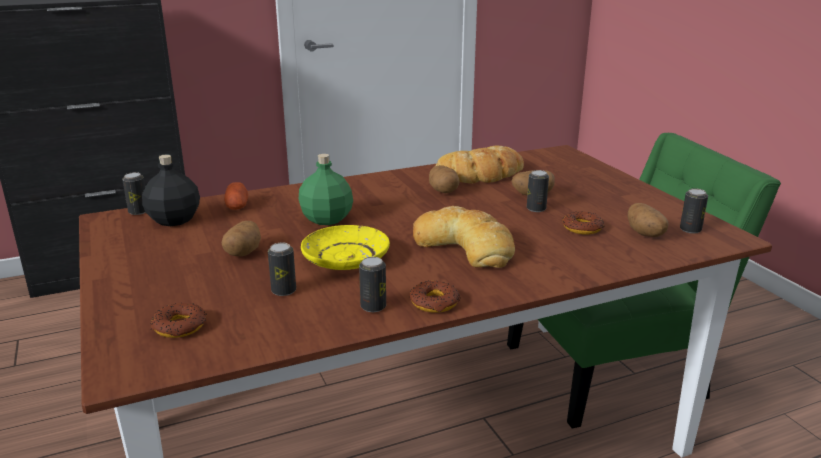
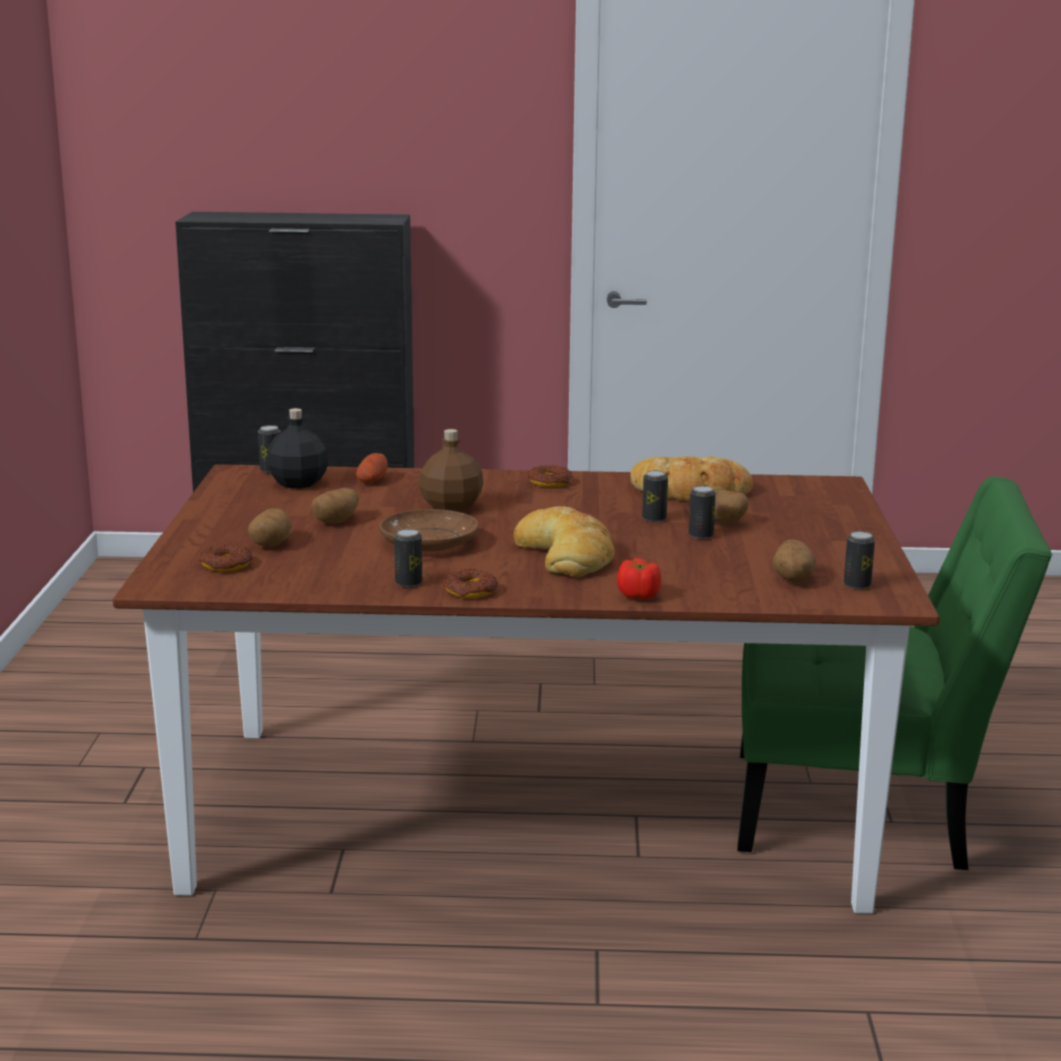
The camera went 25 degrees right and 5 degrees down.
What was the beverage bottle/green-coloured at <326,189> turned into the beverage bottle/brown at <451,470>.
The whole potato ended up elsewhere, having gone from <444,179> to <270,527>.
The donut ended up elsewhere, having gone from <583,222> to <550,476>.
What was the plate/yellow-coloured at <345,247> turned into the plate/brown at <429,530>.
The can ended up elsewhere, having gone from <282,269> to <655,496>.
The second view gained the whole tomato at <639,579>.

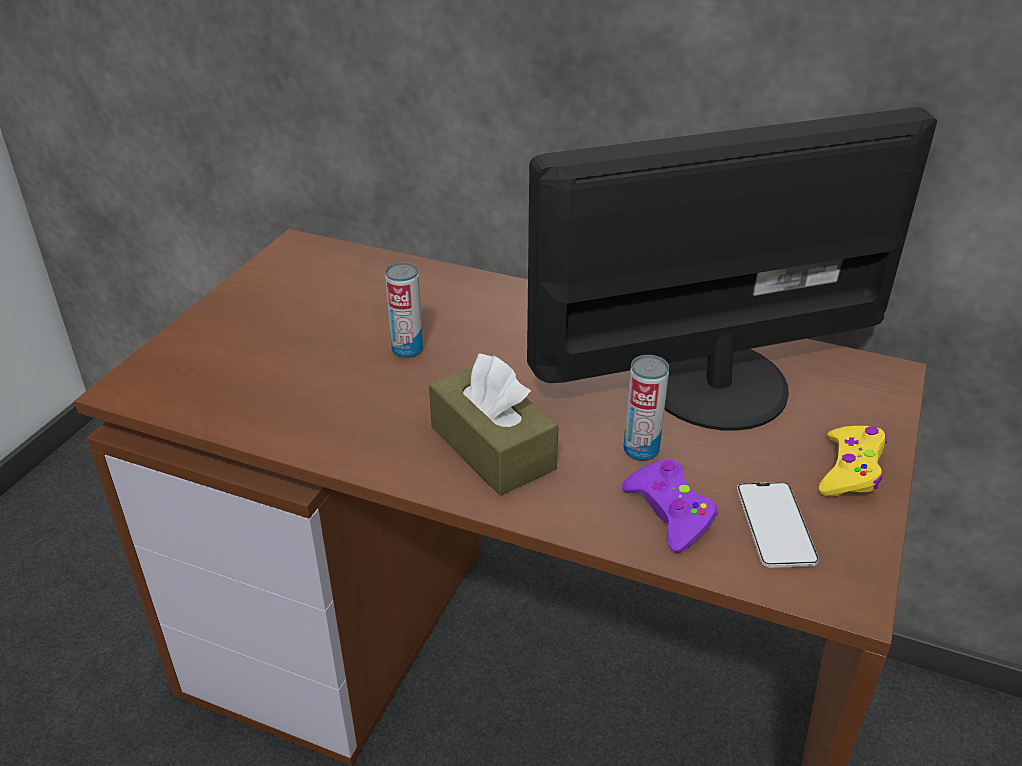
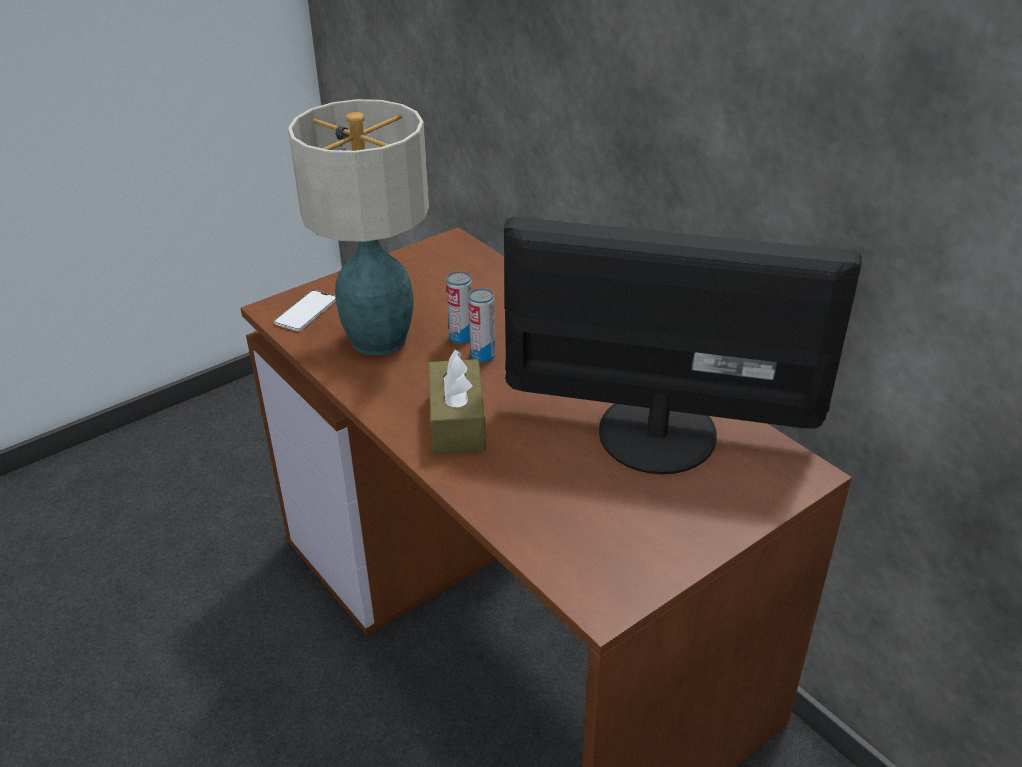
The camera went 30 degrees right and 0 degrees up.
The can ended up elsewhere, having gone from <646,408> to <482,325>.
The second view lost the joypad/yellow-coloured at <853,461>.
The second view lost the joypad/purple at <670,506>.
The phone ended up elsewhere, having gone from <778,525> to <305,310>.
The second view gained the lamp for a table at <358,227>.

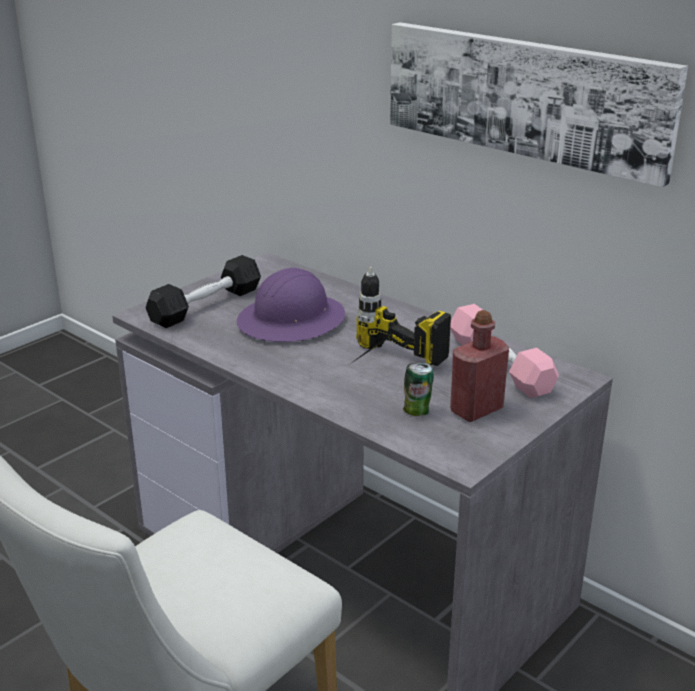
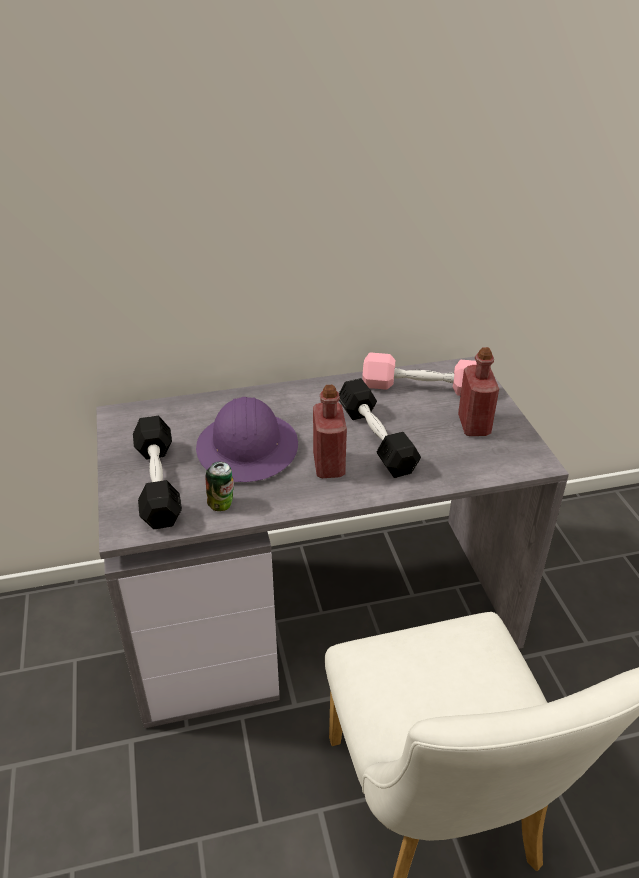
The camera went 55 degrees left and 10 degrees up.
The second view lost the wall art at <539,104>.
Where the electric drill stood at <400,316>, the dumbbell/blackish came to stand at <380,428>.
The can ended up elsewhere, having gone from <418,389> to <220,486>.
The second view gained the beverage bottle/red at <330,431>.

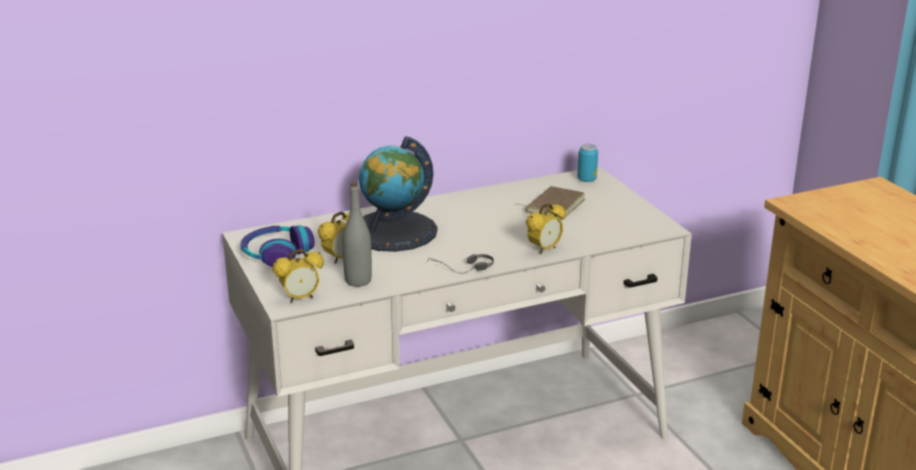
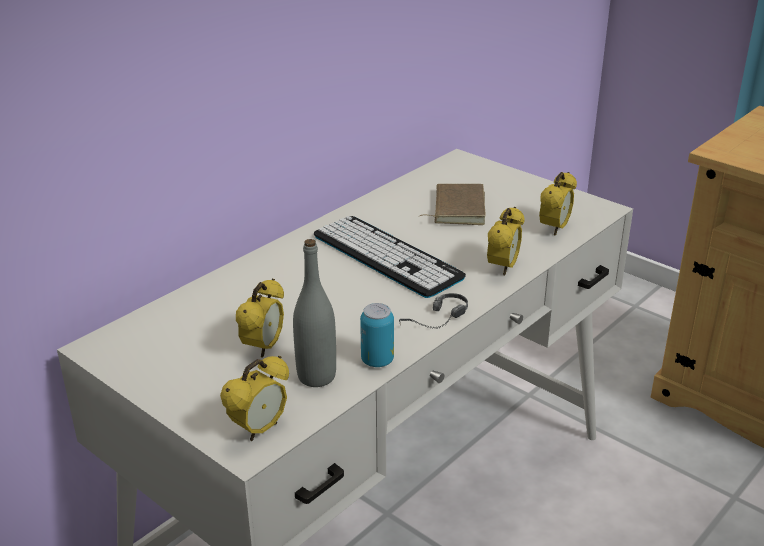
The camera went 25 degrees left and 5 degrees up.
The second view lost the desk globe at <398,194>.
The can ended up elsewhere, having gone from <587,163> to <377,335>.
The second view lost the headset at <278,246>.
The second view gained the table clock at <558,204>.
The second view gained the computer keyboard at <390,257>.

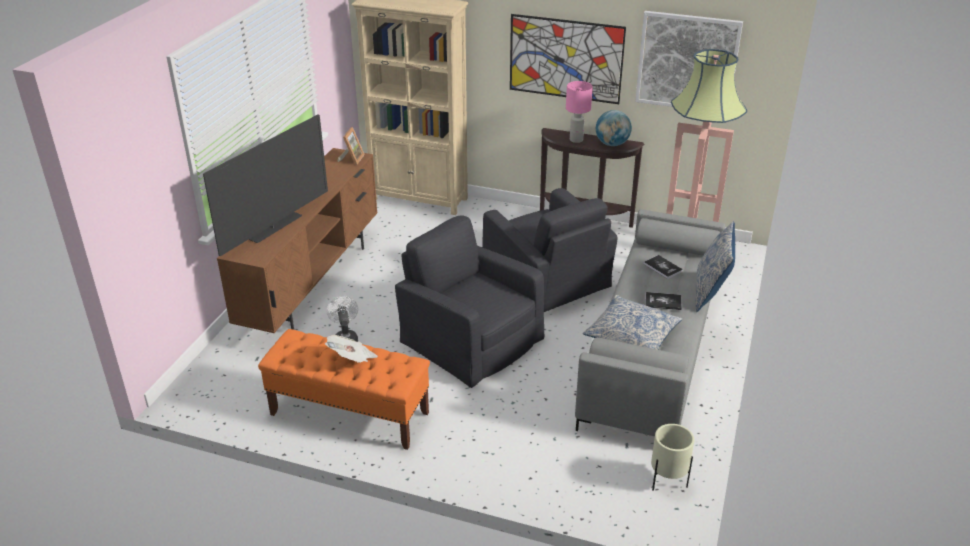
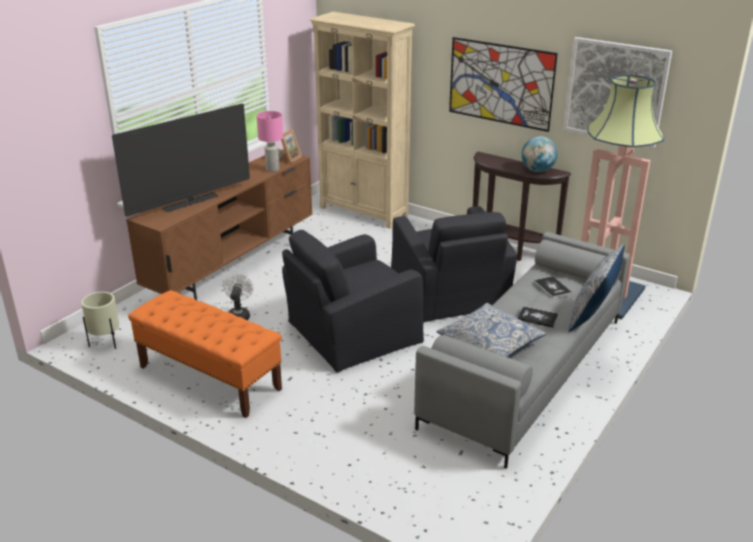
The camera went 15 degrees right and 5 degrees down.
The lamp for a table/pink ended up elsewhere, having gone from <579,112> to <270,141>.
The lounge chair/blackish at <470,302> ended up facing another way, 90 degrees counterclockwise from before.
The second view lost the printed paper at <351,349>.
The planter/beige-coloured ended up elsewhere, having gone from <672,457> to <100,320>.

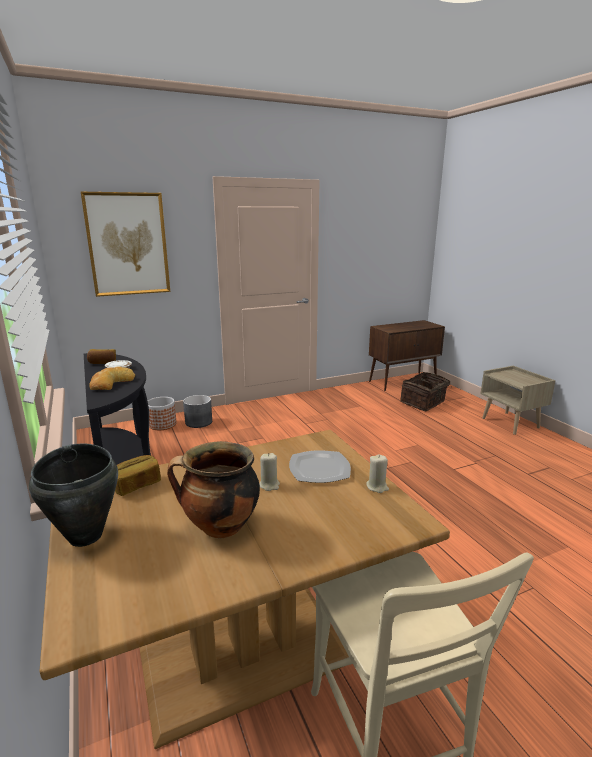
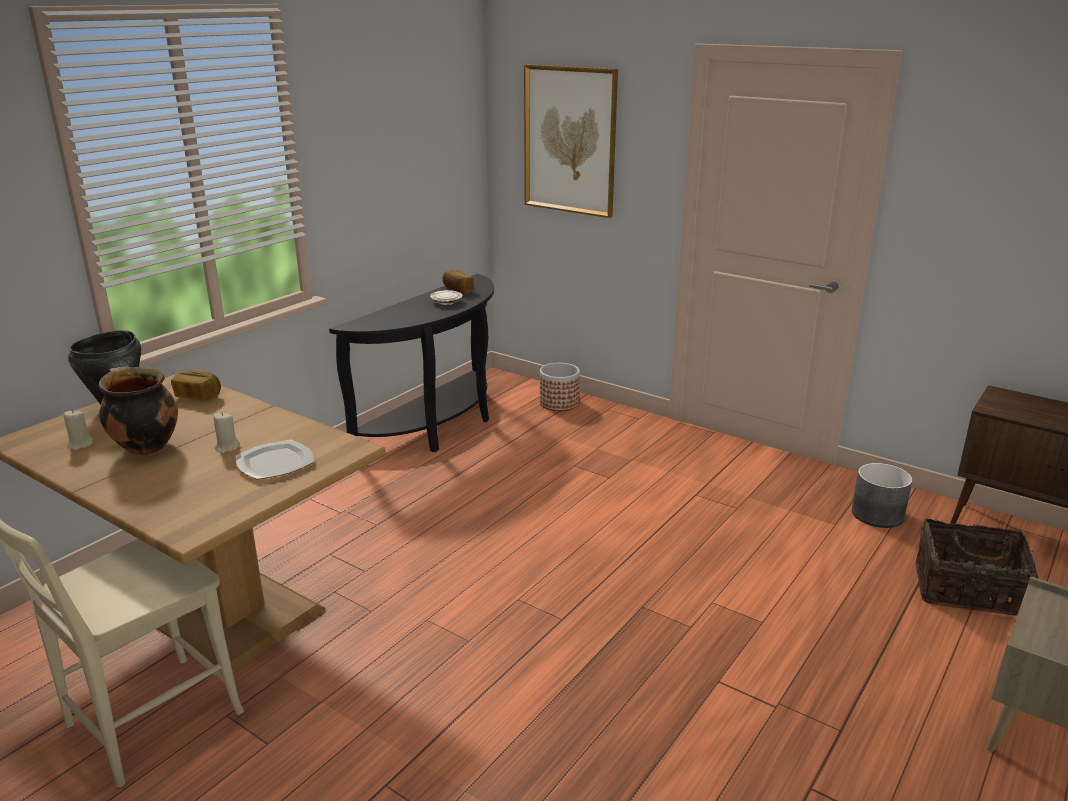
The camera went 60 degrees right and 5 degrees up.
The second view lost the bread at <112,378>.
The planter/gray ended up elsewhere, having gone from <197,411> to <882,495>.
The wax light/beige-coloured ended up elsewhere, having gone from <377,473> to <78,430>.

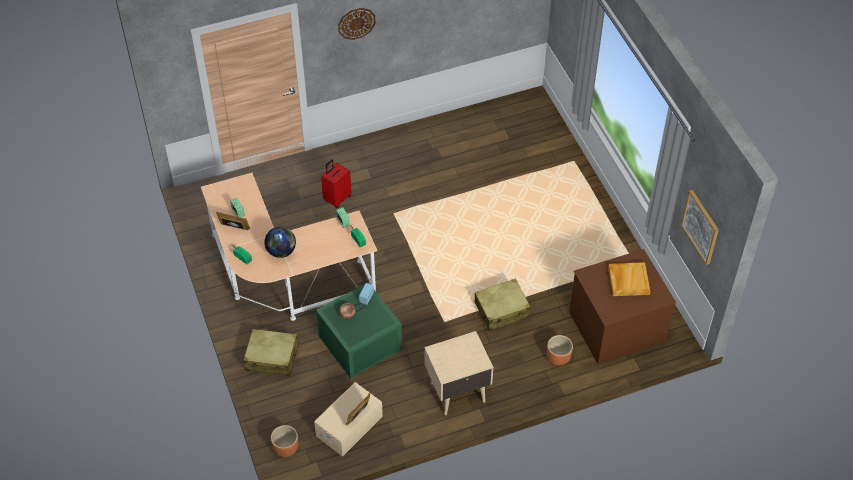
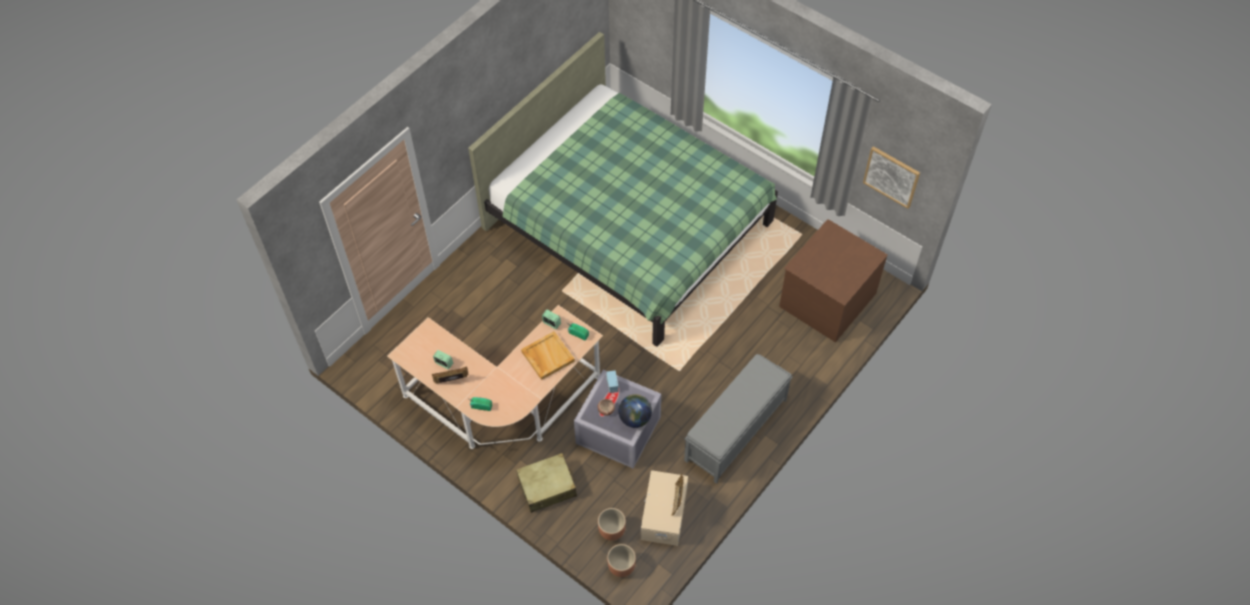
The camera went 30 degrees left and 5 degrees up.
The second view lost the wall clock at <357,24>.
The second view lost the suitcase/red at <336,183>.
The desk globe ended up elsewhere, having gone from <280,242> to <635,411>.
The tray/beige-coloured ended up elsewhere, having gone from <629,279> to <548,355>.
The second view lost the suitcase/beige-coloured at <502,304>.
What was the storage container/green-coloured at <359,330> turned into the storage container/gray at <617,419>.
Where the bedside table/beige-coloured stood at <459,373>, the long seat/gray came to stand at <738,419>.
The planter/brown ended up elsewhere, having gone from <560,350> to <612,524>.
The second view gained the bed/green-coloured at <623,189>.

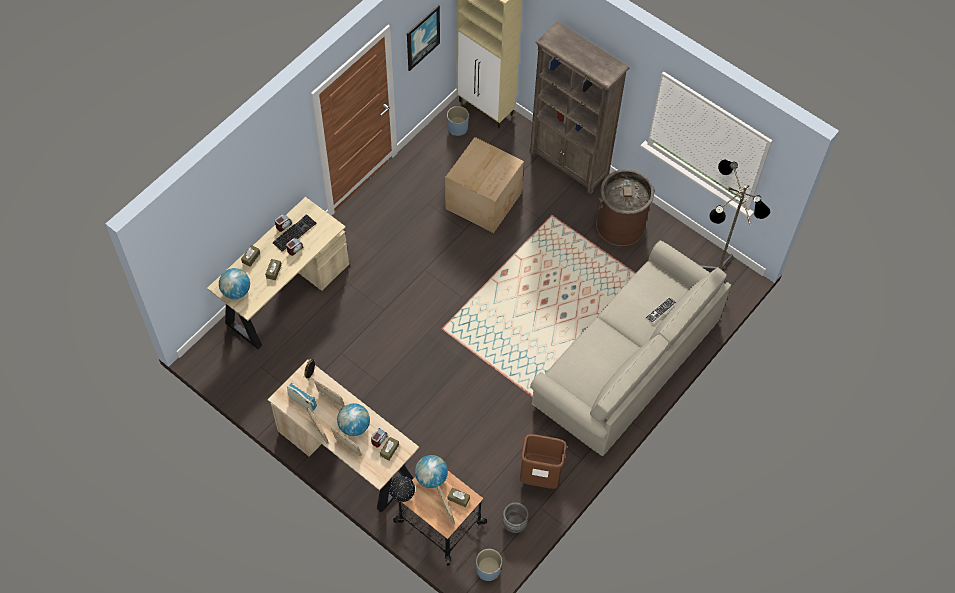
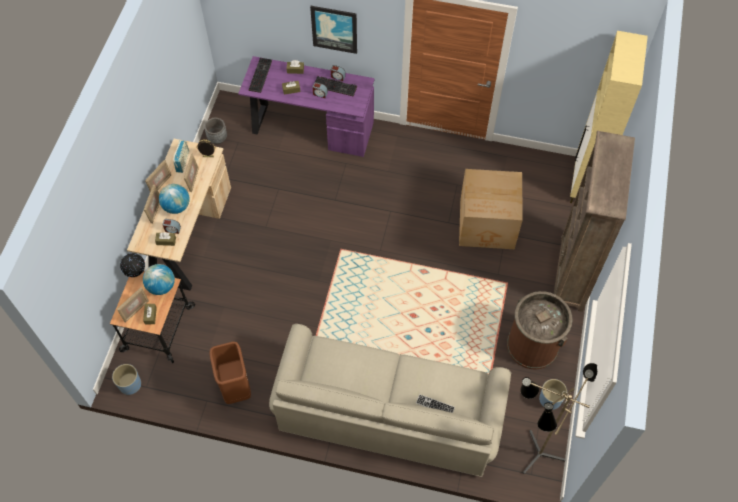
The camera went 65 degrees right and 0 degrees up.
The wall art ended up elsewhere, having gone from <423,38> to <333,30>.
The planter/blue ended up elsewhere, having gone from <458,121> to <553,394>.
What was the desk unit/beige-coloured at <278,273> turned into the desk unit/purple at <306,106>.
Where the desk globe stood at <234,283>, the computer keyboard came to stand at <260,75>.
The planter/gray ended up elsewhere, having gone from <515,517> to <215,131>.

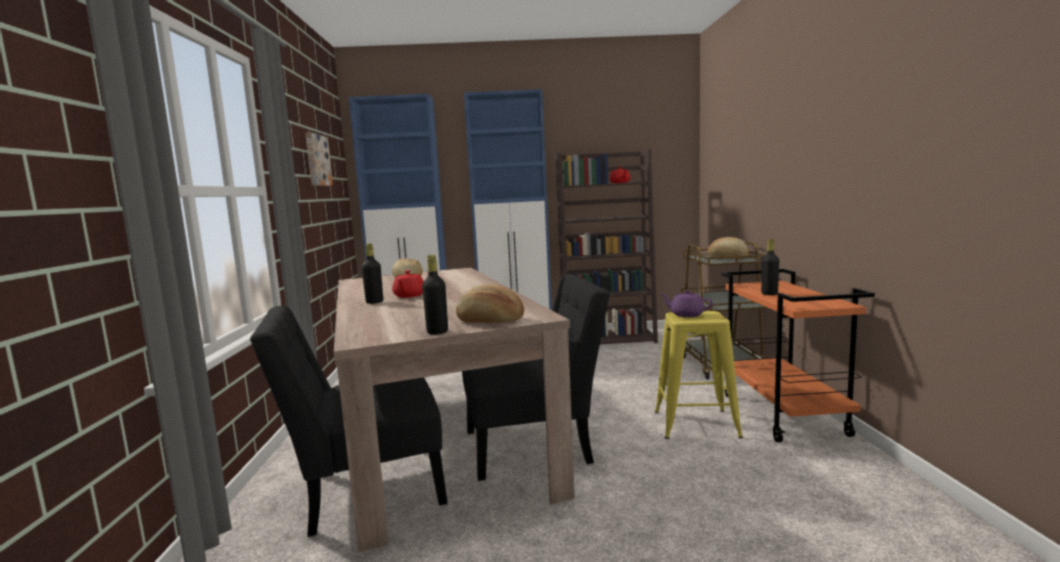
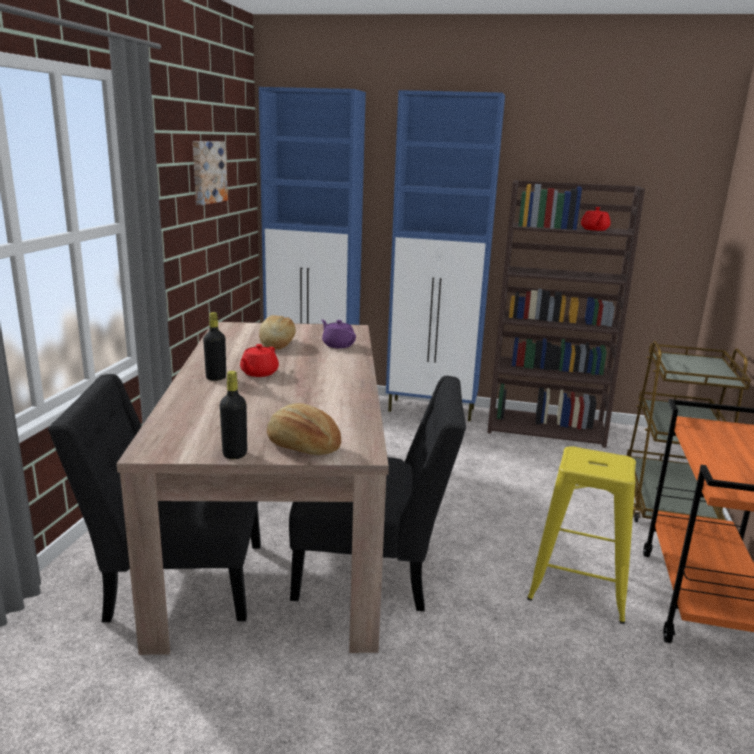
The camera went 15 degrees right and 10 degrees up.
The second view lost the bread at <728,248>.
The second view lost the beverage bottle/blackish at <770,267>.
The pot for tea/purple ended up elsewhere, having gone from <687,303> to <339,334>.

